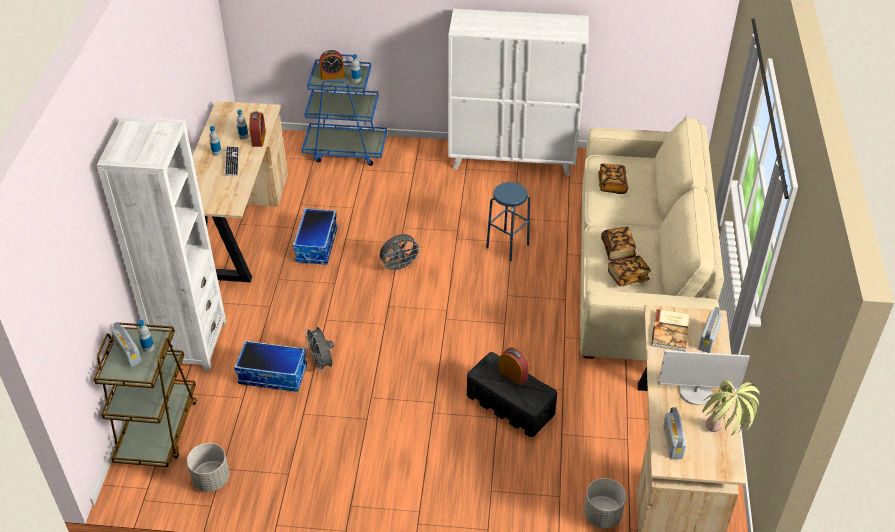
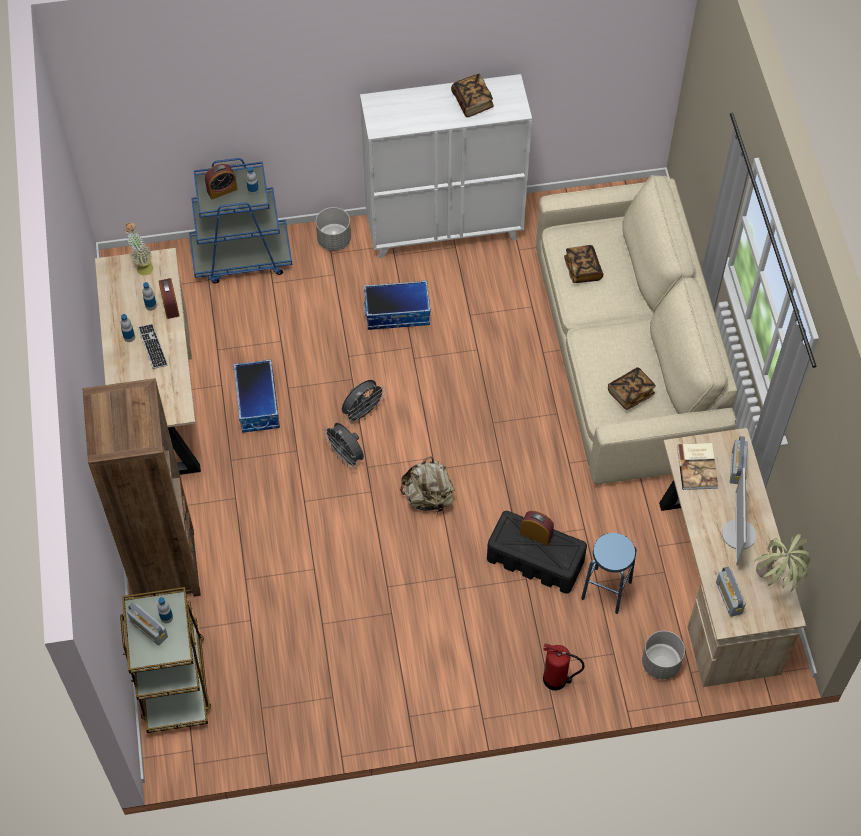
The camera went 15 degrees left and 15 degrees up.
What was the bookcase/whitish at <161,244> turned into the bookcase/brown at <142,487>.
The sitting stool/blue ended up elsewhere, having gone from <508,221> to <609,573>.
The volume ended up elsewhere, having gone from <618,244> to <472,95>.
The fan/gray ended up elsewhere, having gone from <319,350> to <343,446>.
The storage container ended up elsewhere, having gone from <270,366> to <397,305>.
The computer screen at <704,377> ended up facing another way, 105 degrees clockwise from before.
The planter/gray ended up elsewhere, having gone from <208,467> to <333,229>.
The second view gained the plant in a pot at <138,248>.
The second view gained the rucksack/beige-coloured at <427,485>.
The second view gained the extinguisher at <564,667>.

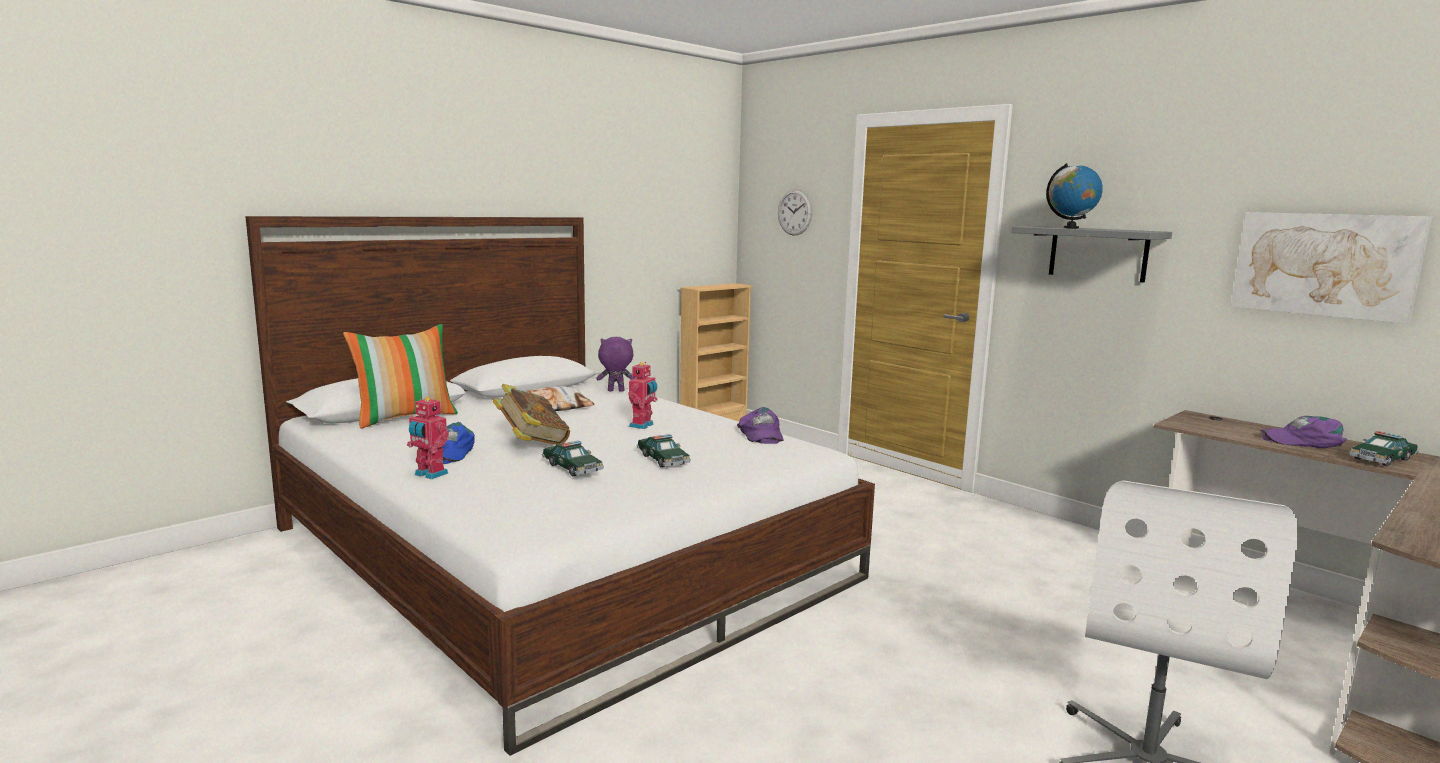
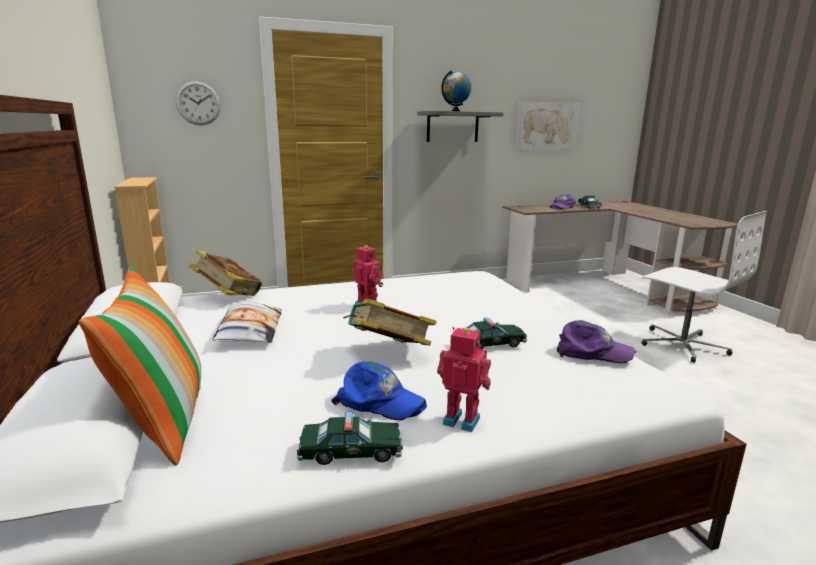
The camera went 65 degrees left and 5 degrees up.
Where the cuddly toy/purple stood at <616,364>, the volume came to stand at <225,273>.
The robot figure at <428,438> ended up facing another way, 120 degrees counterclockwise from before.
The cap/purple ended up elsewhere, having gone from <760,425> to <596,341>.
The model car ended up elsewhere, having gone from <664,451> to <350,438>.

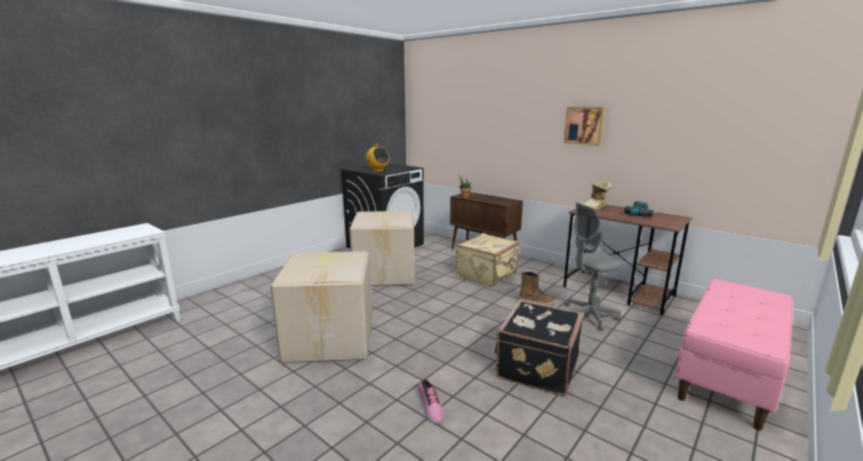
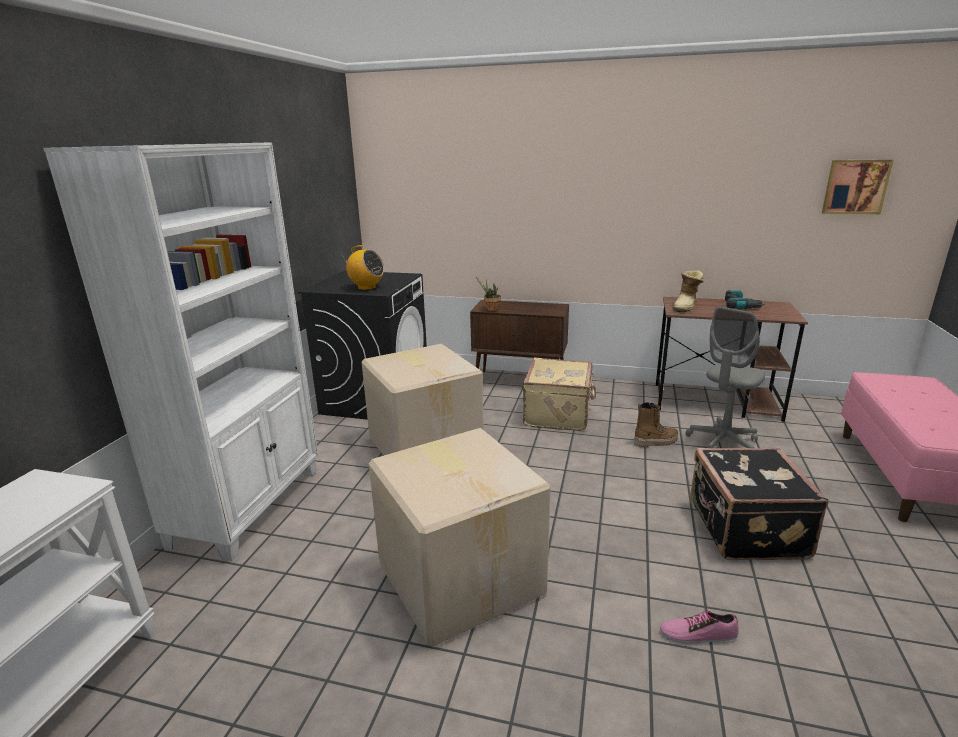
The camera went 25 degrees left and 5 degrees up.
The wall art ended up elsewhere, having gone from <584,126> to <858,186>.
The shoe at <431,401> ended up facing another way, 135 degrees clockwise from before.
The second view gained the bookcase/whitish at <180,351>.

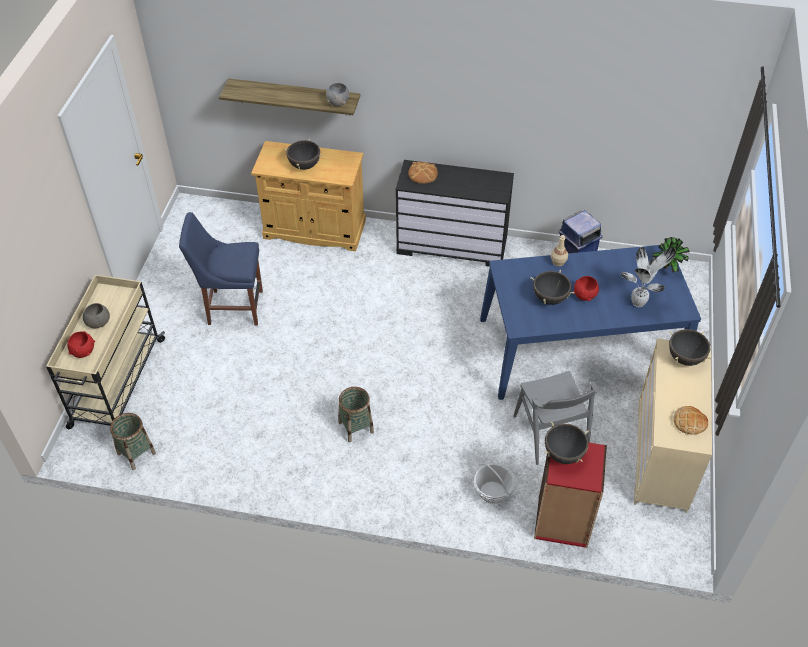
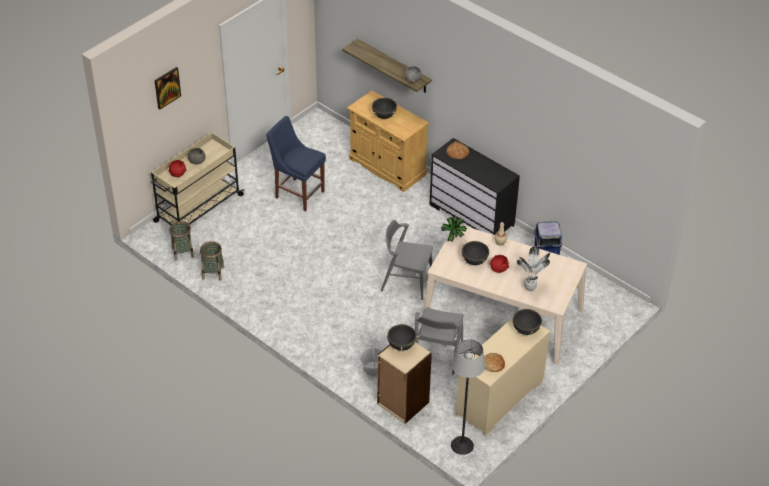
The camera went 30 degrees right and 5 degrees down.
The plant in a pot ended up elsewhere, having gone from <671,255> to <454,229>.
What was the dining table/blue at <590,322> turned into the dining table/beige-coloured at <505,295>.
The storage basket ended up elsewhere, having gone from <356,414> to <212,261>.
What was the bookcase/red at <570,495> turned into the bookcase/beige-coloured at <404,383>.
The second view gained the wall art at <167,88>.
The second view gained the plain chair/gray at <407,260>.
The second view gained the standing lamp at <468,397>.

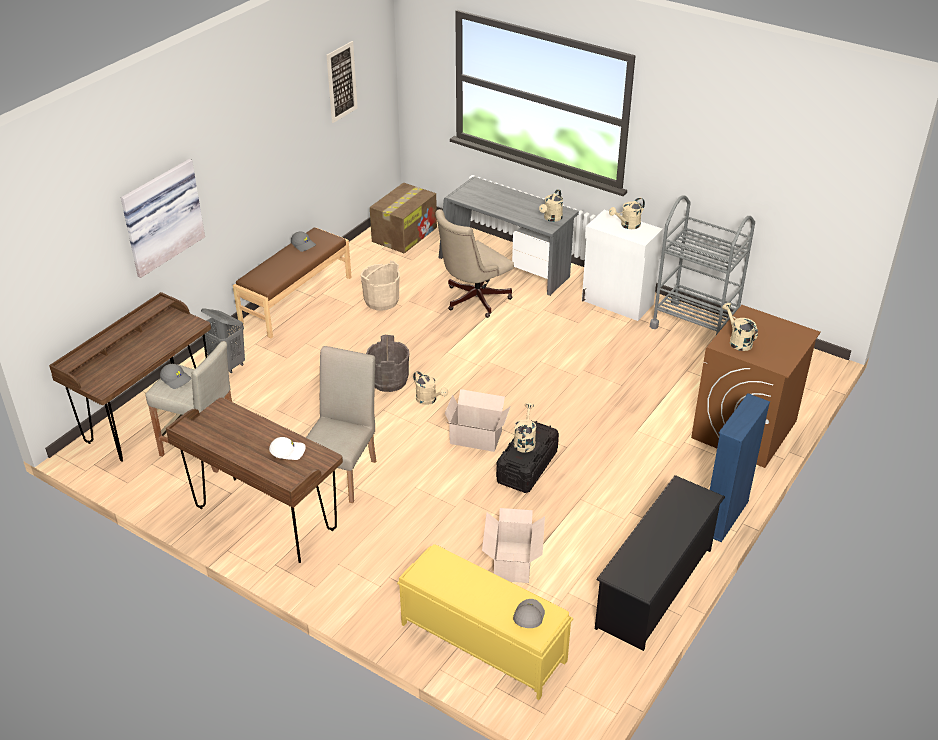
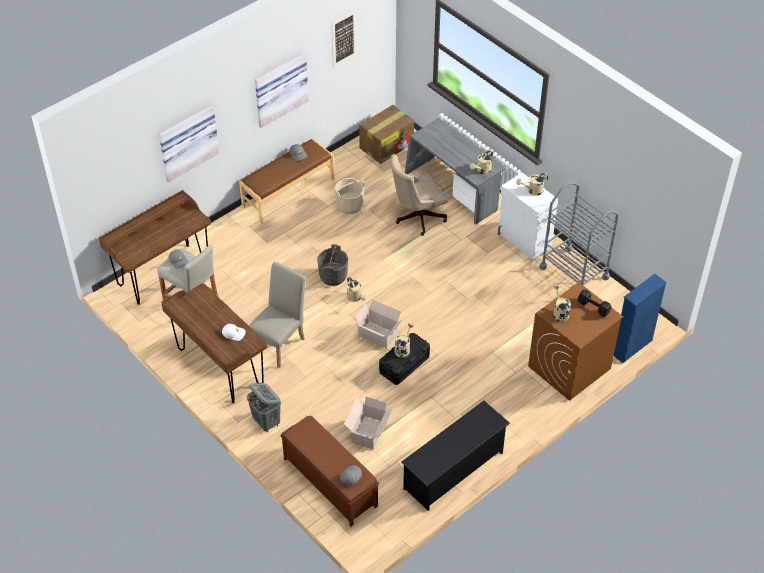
The camera went 15 degrees right and 10 degrees up.
The washing basket/gray ended up elsewhere, having gone from <223,340> to <264,407>.
The bookcase/blue ended up elsewhere, having gone from <740,467> to <640,318>.
What was the long seat/yellow-coloured at <485,622> turned into the long seat/brown at <329,471>.
The second view gained the wall art at <282,90>.
The second view gained the dumbbell/blackish at <595,303>.

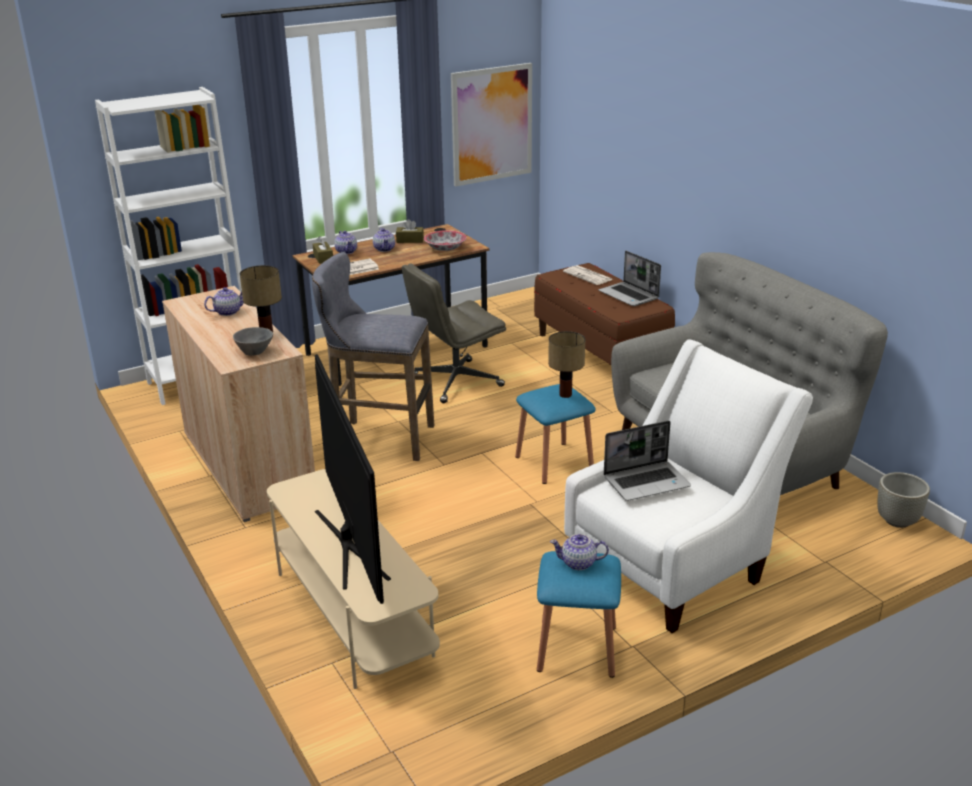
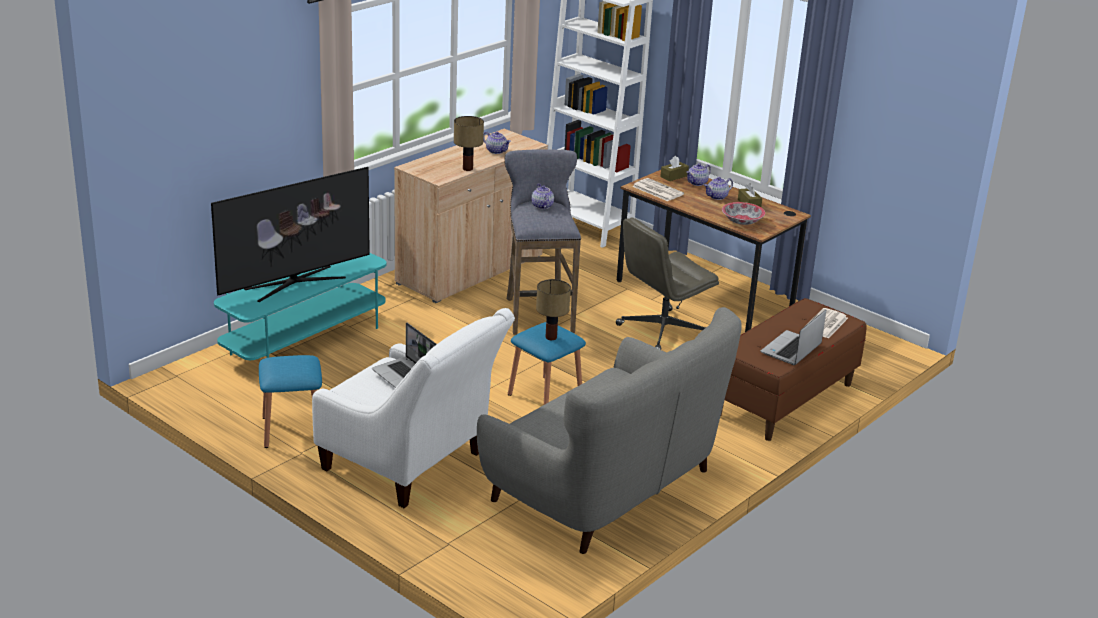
The camera went 70 degrees right and 0 degrees up.
The second view lost the wall art at <491,125>.
The desk chair/gray at <454,333> ended up facing another way, 75 degrees counterclockwise from before.
The second view lost the bowl/gray at <253,341>.
What was the media console/beige-coloured at <353,579> turned into the media console/turquoise-coloured at <300,306>.
The second view lost the planter/gray at <903,500>.
The pot for tea ended up elsewhere, having gone from <579,552> to <542,196>.

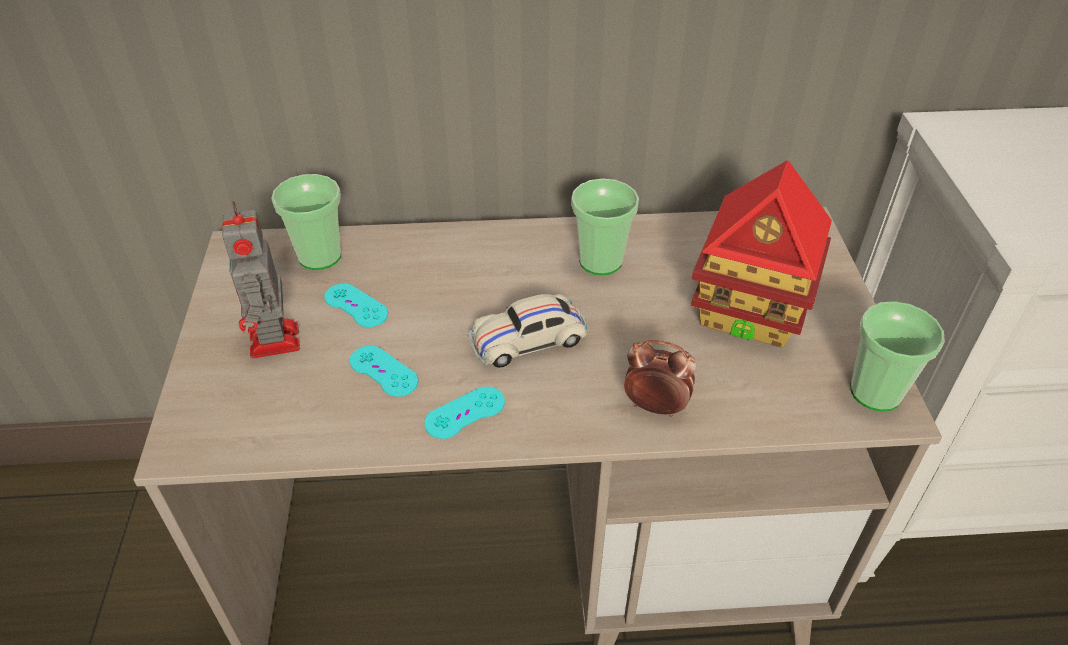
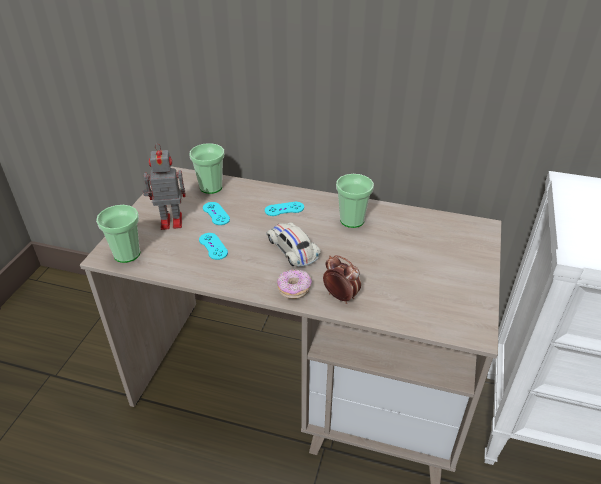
The camera went 20 degrees right and 5 degrees down.
The second view lost the miniature house at <761,254>.
The robot figure at <261,280> ended up facing another way, 75 degrees clockwise from before.
The model car/whitish at <528,331> ended up facing another way, 60 degrees clockwise from before.
The small cup ended up elsewhere, having gone from <897,356> to <118,234>.
The joypad/turquoise-coloured ended up elsewhere, having gone from <464,413> to <284,209>.
The second view gained the donut at <294,284>.

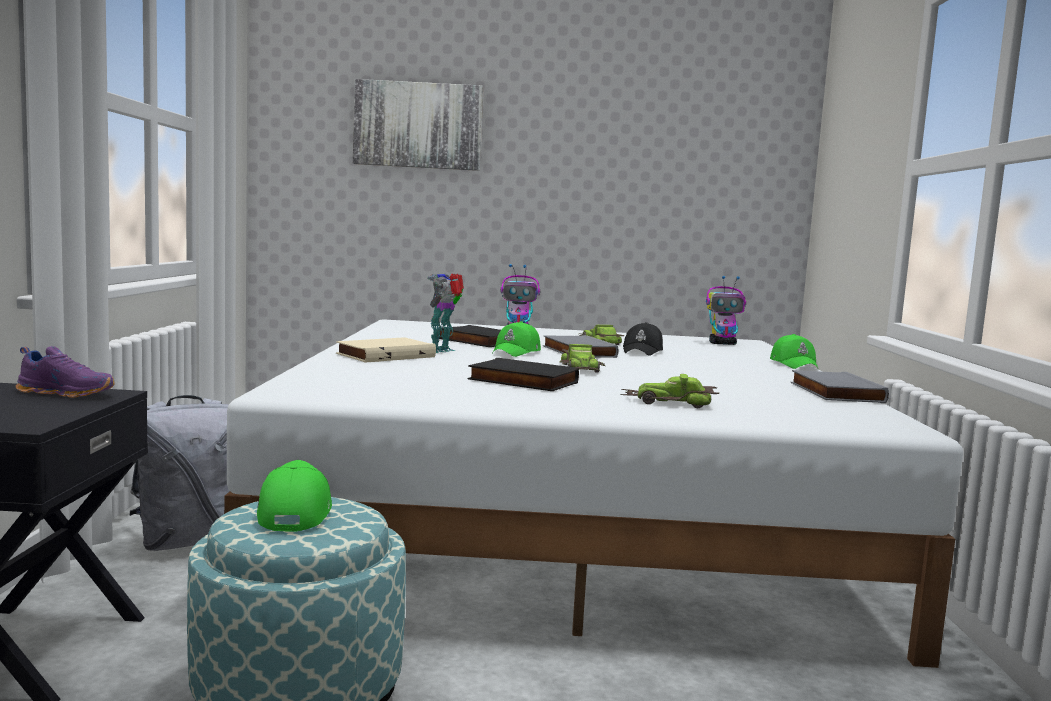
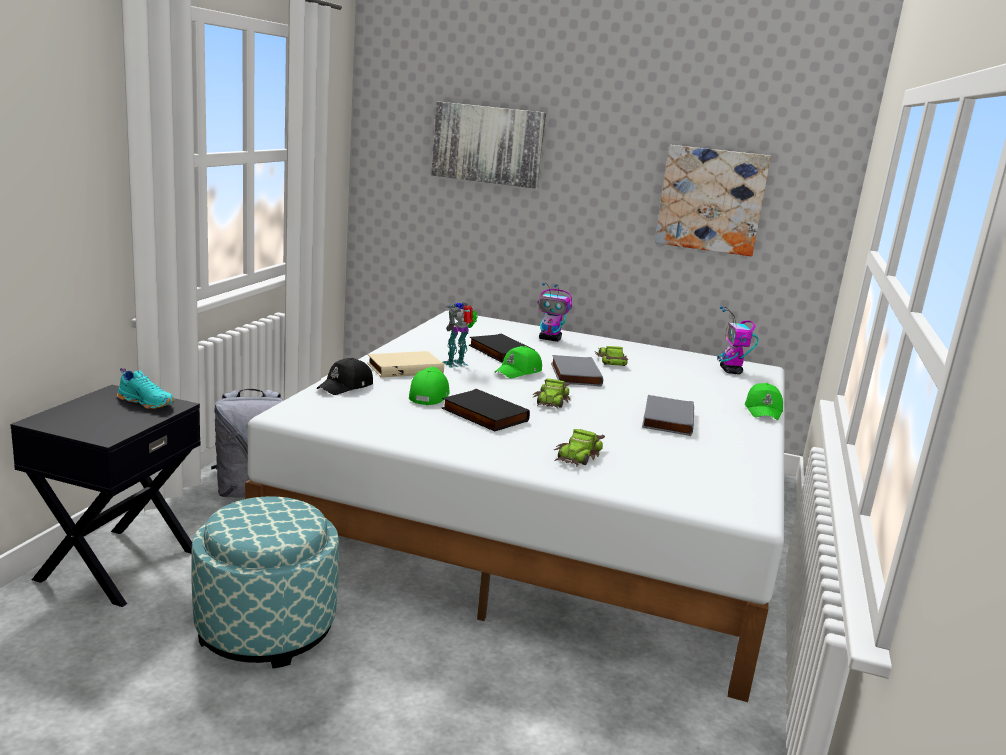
The camera went 15 degrees right and 10 degrees up.
The robot figure at <726,310> ended up facing another way, 75 degrees clockwise from before.
The cap/blackish ended up elsewhere, having gone from <643,339> to <345,376>.
What was the shoe/purple at <65,372> turned into the shoe/turquoise-coloured at <146,388>.
The volume/gray ended up elsewhere, having gone from <840,386> to <668,415>.
The model car at <669,391> ended up facing another way, 90 degrees counterclockwise from before.
The cap/green-coloured ended up elsewhere, having gone from <294,496> to <429,386>.
The second view gained the wall art at <713,200>.

